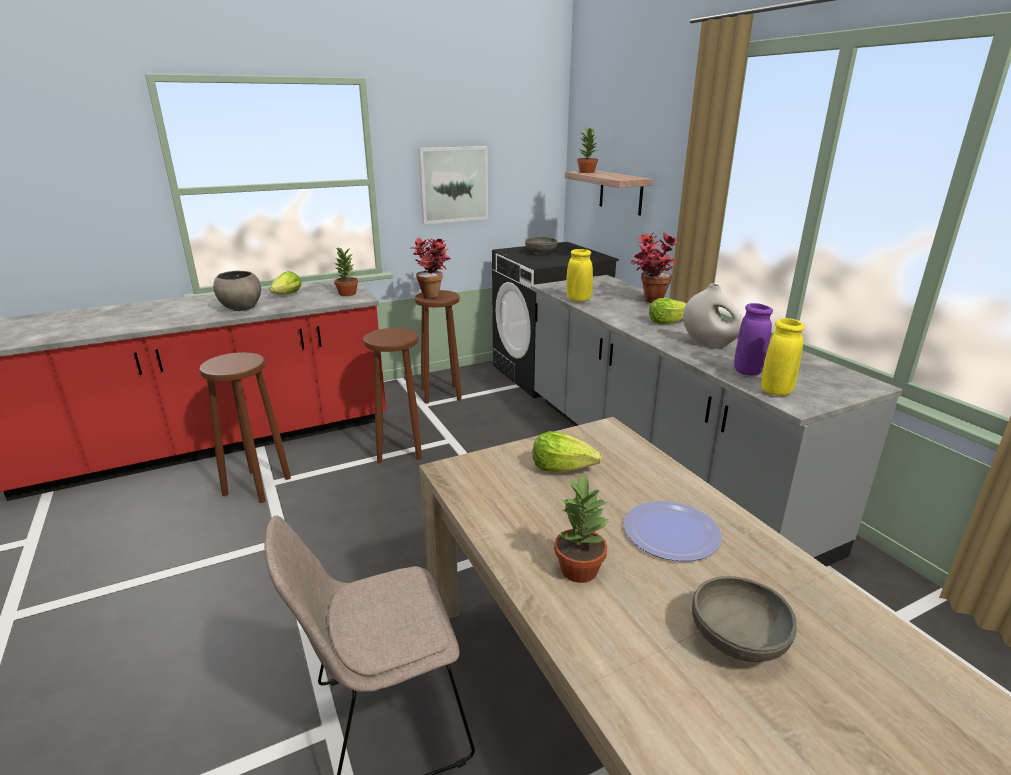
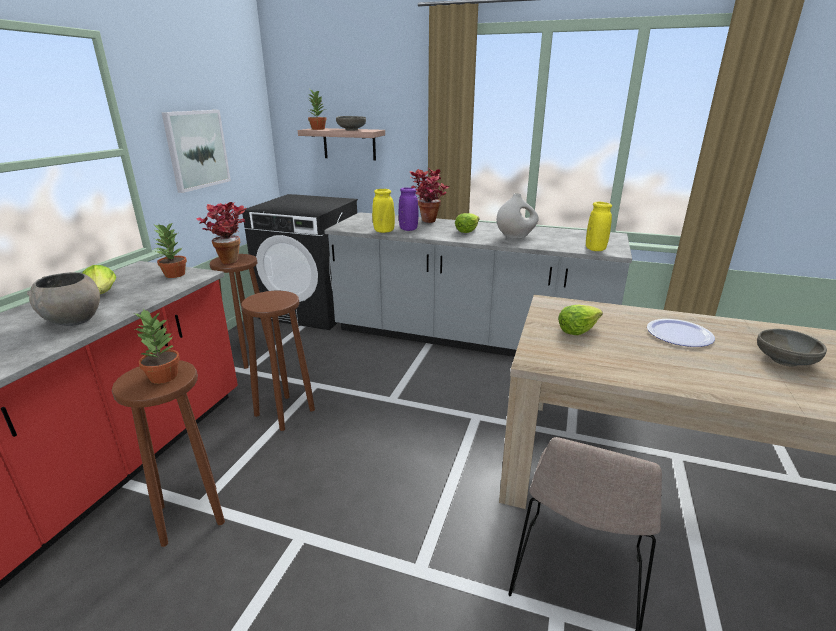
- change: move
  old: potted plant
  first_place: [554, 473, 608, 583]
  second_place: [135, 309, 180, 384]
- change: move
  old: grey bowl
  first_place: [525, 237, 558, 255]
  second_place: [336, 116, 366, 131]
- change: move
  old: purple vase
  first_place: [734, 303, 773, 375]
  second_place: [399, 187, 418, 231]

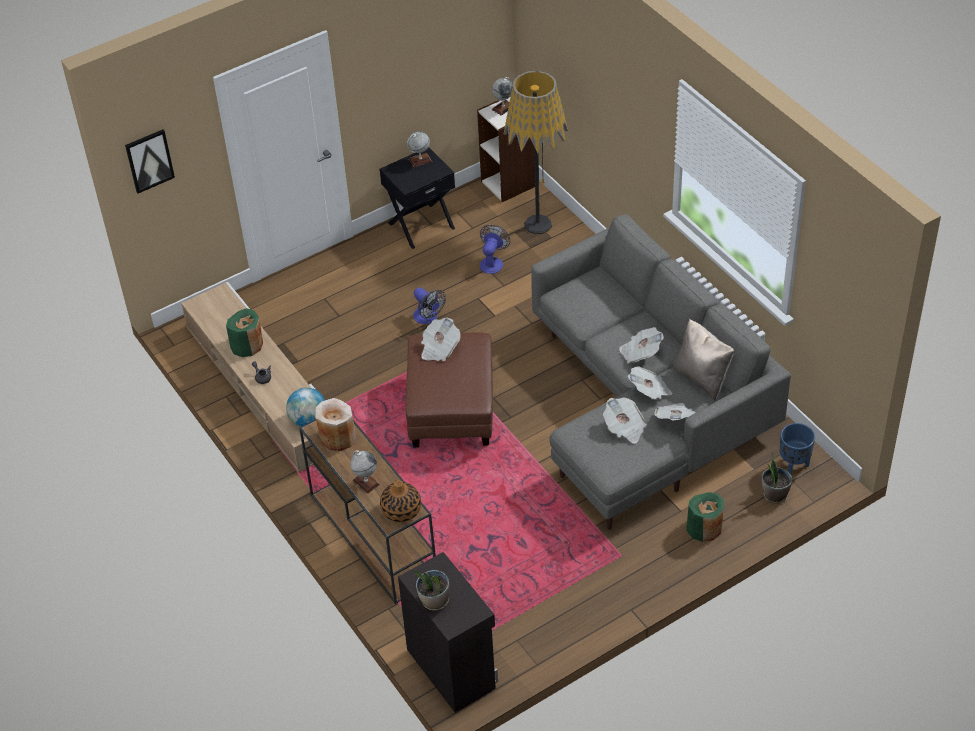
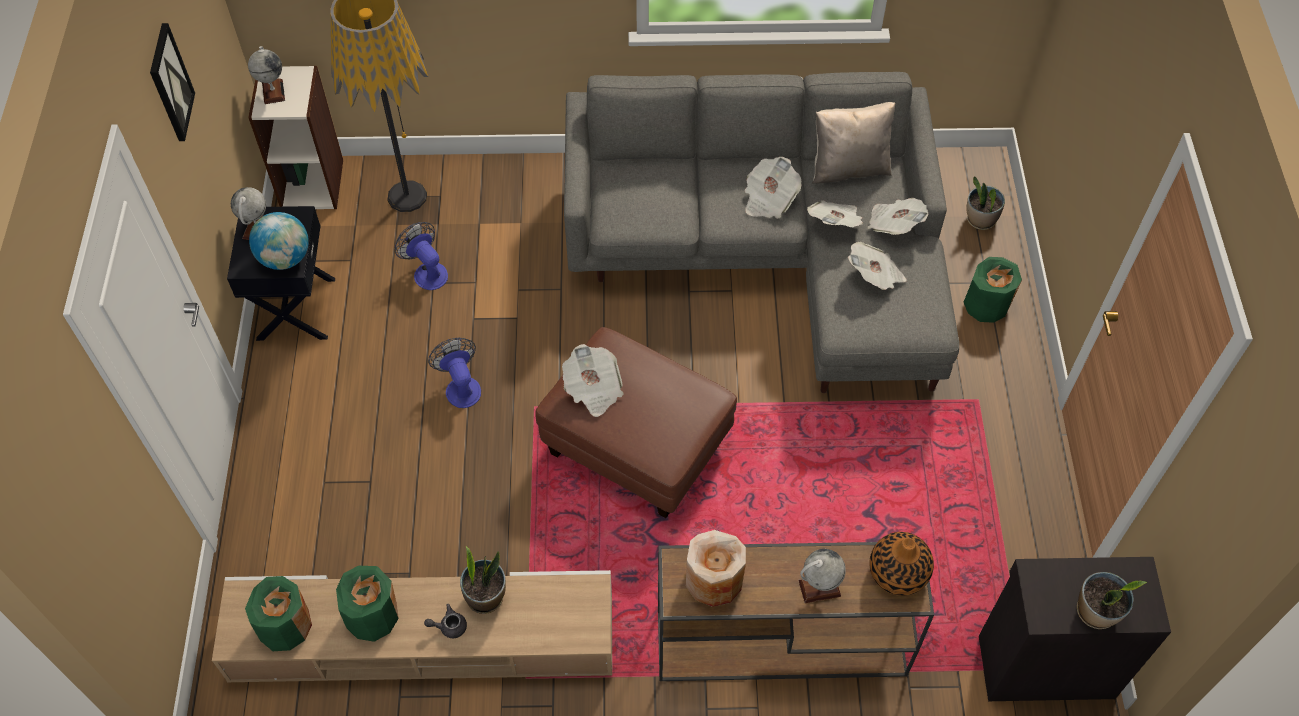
- change: move
  old: wall art
  first_place: [125, 129, 175, 193]
  second_place: [150, 23, 195, 141]
- change: insert
  new: green vase
  second_place: [245, 576, 312, 651]
- change: move
  old: world globe
  first_place: [286, 387, 325, 427]
  second_place: [249, 212, 309, 270]
- change: rotate
  old: electric fan
  first_place: [413, 288, 446, 324]
  second_place: [428, 337, 481, 408]
  degrees: -105
- change: insert
  new: potted plant
  second_place: [460, 546, 506, 614]
- change: delete
  old: bluish planter
  first_place: [780, 423, 815, 474]

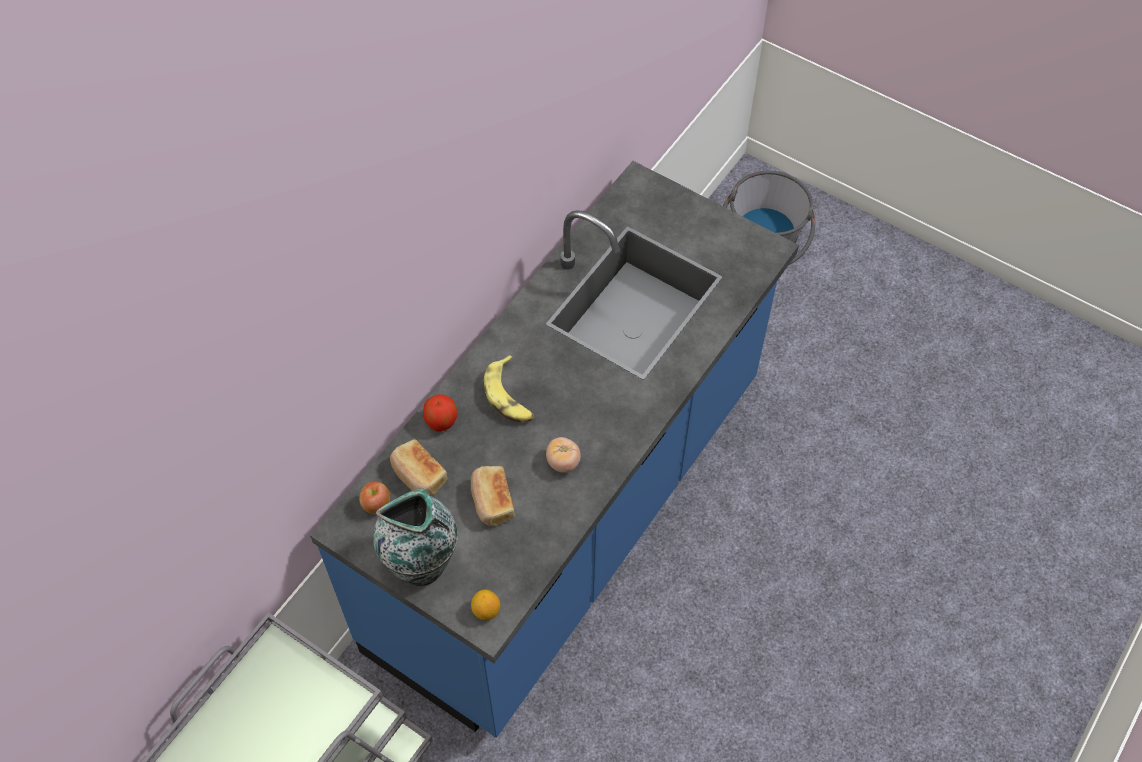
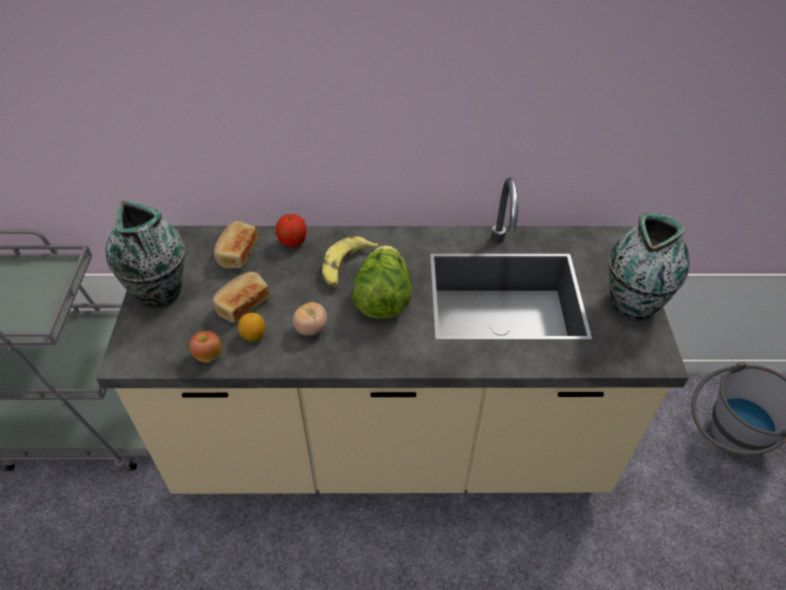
- change: recolor
  old: bluish kitchen base unit
  new: beige-coloured kitchen base unit
  first_place: [310, 161, 799, 738]
  second_place: [96, 178, 689, 494]
- change: move
  old: whole apple
  first_place: [359, 482, 390, 514]
  second_place: [189, 331, 222, 363]
- change: move
  old: citrus fruit
  first_place: [471, 590, 500, 621]
  second_place: [238, 313, 265, 341]
- change: insert
  new: head of lettuce
  second_place: [352, 245, 412, 319]
- change: insert
  new: vase
  second_place: [609, 213, 690, 321]

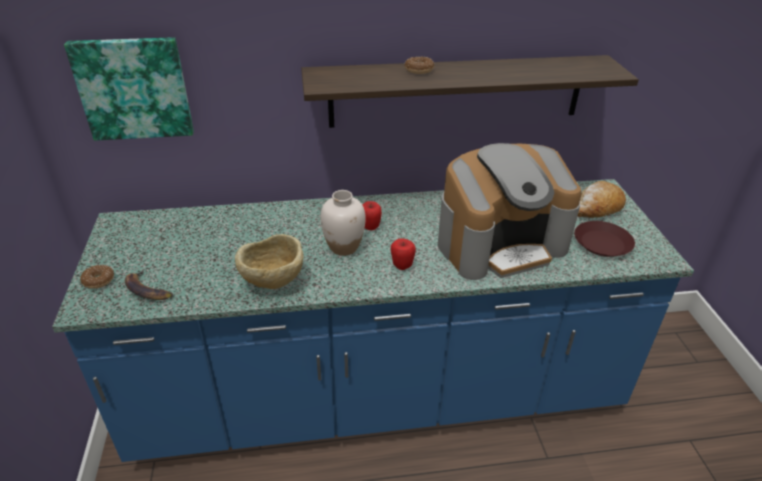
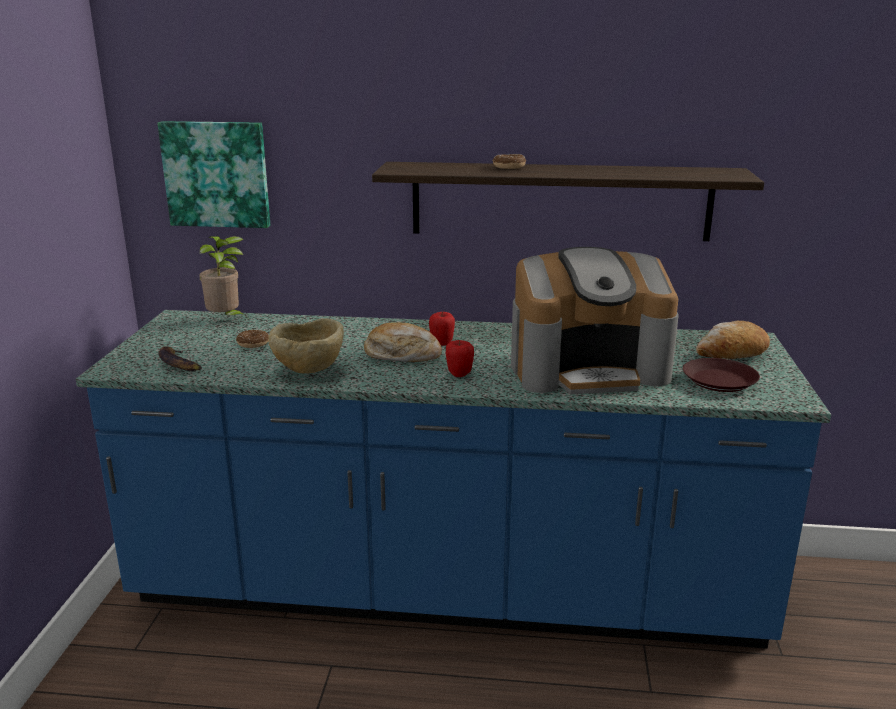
- change: insert
  new: potted plant
  second_place: [199, 236, 247, 317]
- change: move
  old: doughnut
  first_place: [80, 265, 114, 289]
  second_place: [236, 330, 269, 348]
- change: replace
  old: whitish vase
  new: bread
  first_place: [320, 190, 365, 256]
  second_place: [364, 322, 442, 362]

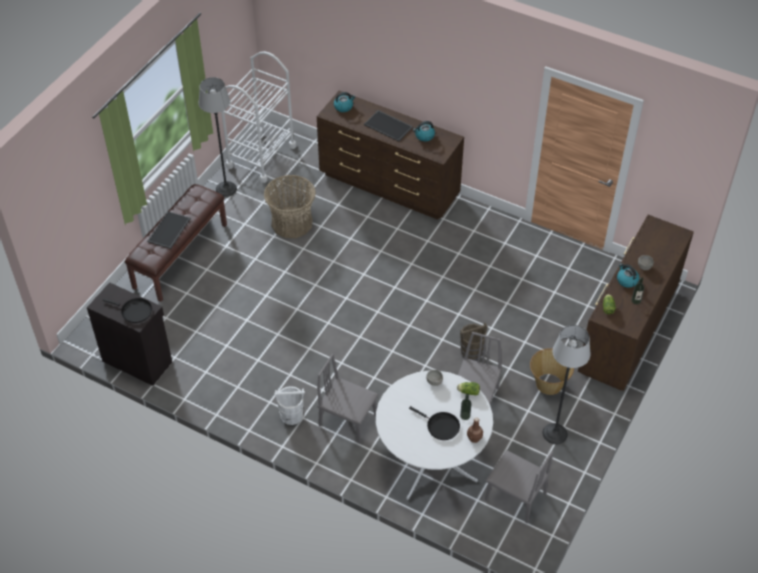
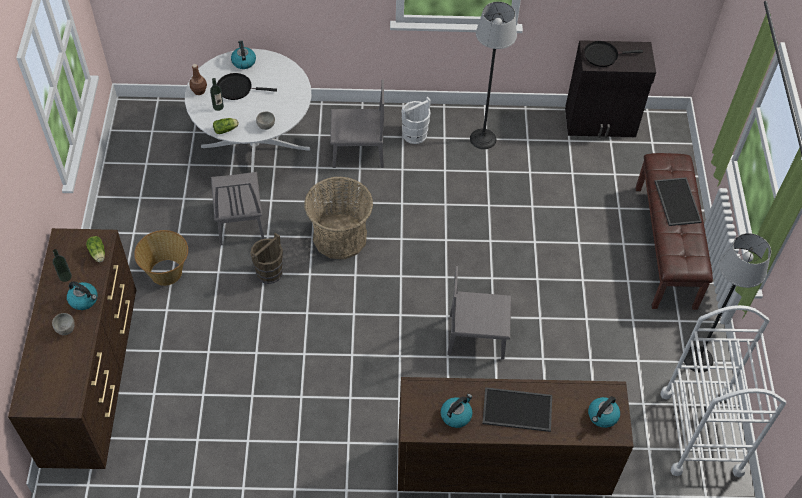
- change: insert
  new: kettle
  second_place: [231, 41, 256, 69]
- change: move
  old: storage basket
  first_place: [264, 175, 316, 238]
  second_place: [304, 177, 373, 259]
- change: move
  old: grey chair
  first_place: [485, 450, 553, 523]
  second_place: [447, 266, 511, 360]
- change: move
  old: standard lamp
  first_place: [542, 325, 590, 444]
  second_place: [470, 2, 517, 149]

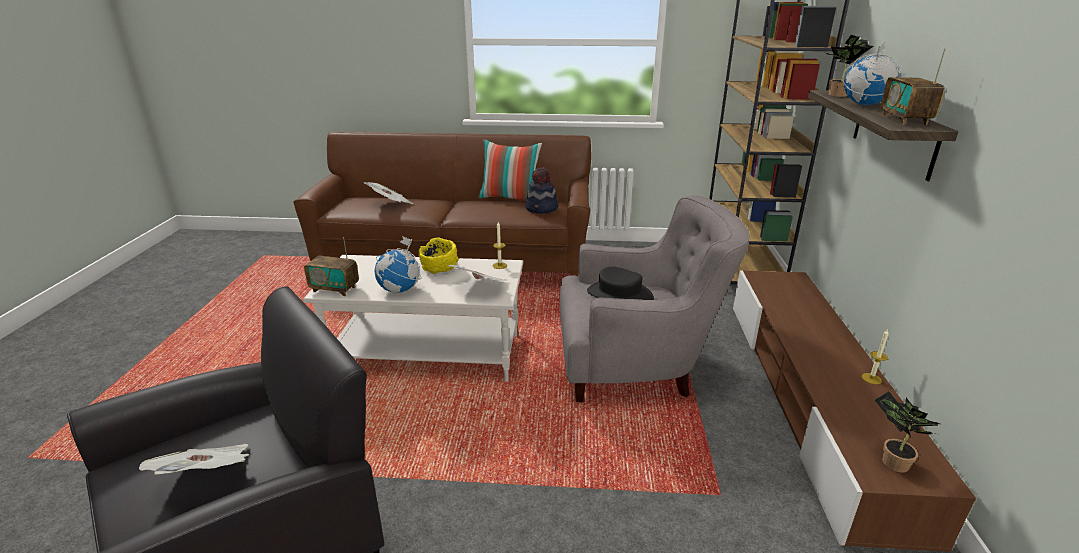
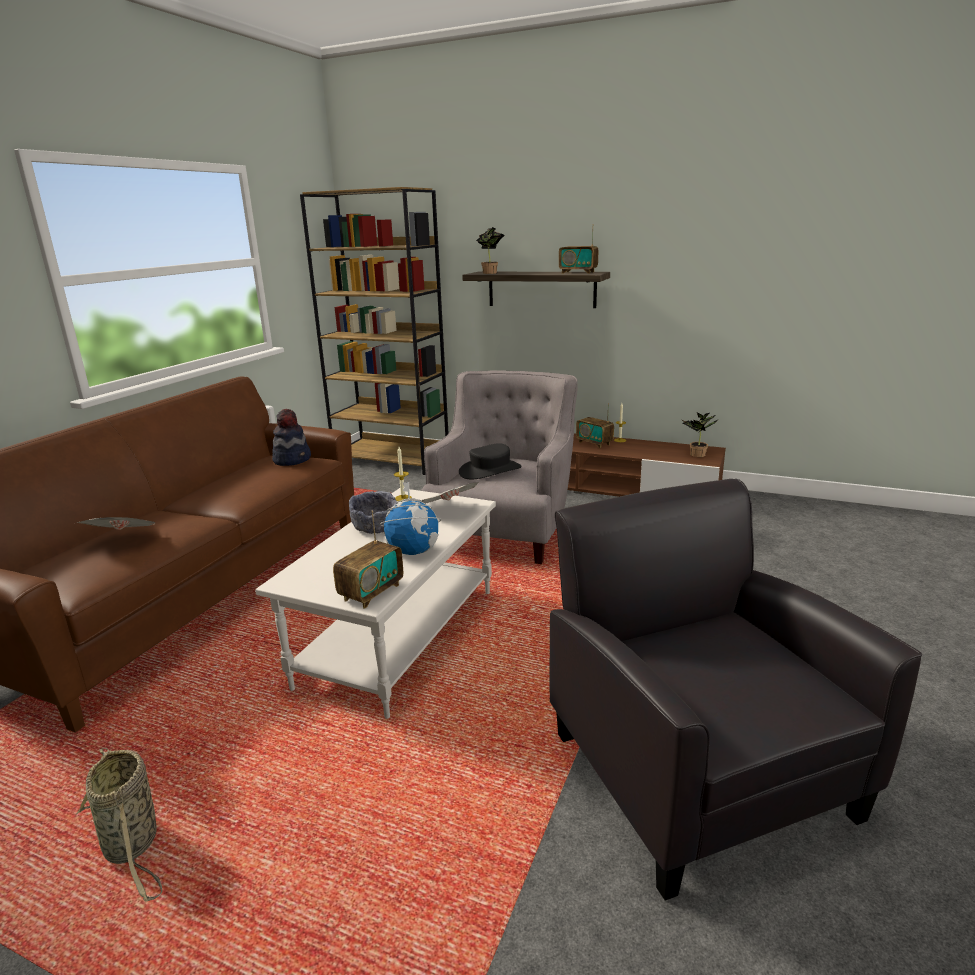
- change: insert
  new: storage basket
  second_place: [76, 748, 163, 901]
- change: recolor
  old: yellow-coloured bowl
  new: grey bowl
  first_place: [419, 238, 459, 274]
  second_place: [349, 491, 397, 534]
- change: insert
  new: radio set
  second_place: [576, 403, 614, 448]
- change: delete
  old: daily paper
  first_place: [139, 444, 250, 475]
- change: delete
  old: throw pillow
  first_place: [478, 139, 542, 202]
- change: delete
  old: world globe
  first_place: [842, 40, 903, 105]

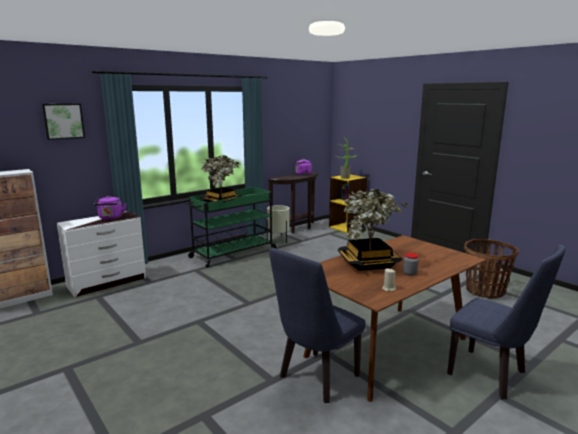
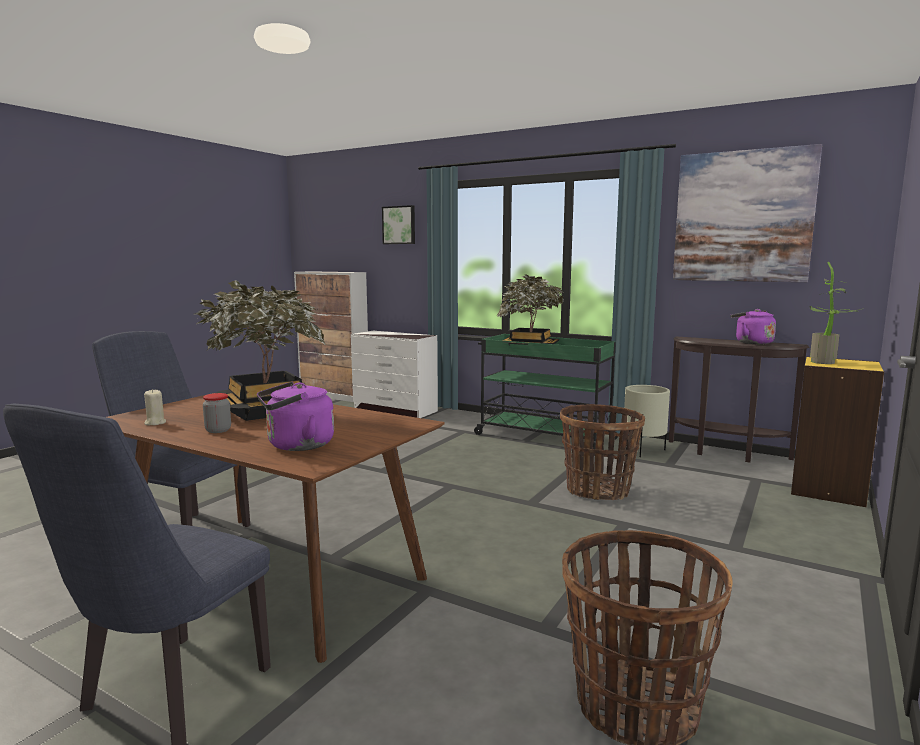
- change: move
  old: purple kettle
  first_place: [94, 196, 127, 220]
  second_place: [257, 382, 334, 451]
- change: insert
  new: storage basket
  second_place: [560, 404, 645, 500]
- change: insert
  new: wall art
  second_place: [673, 144, 822, 282]

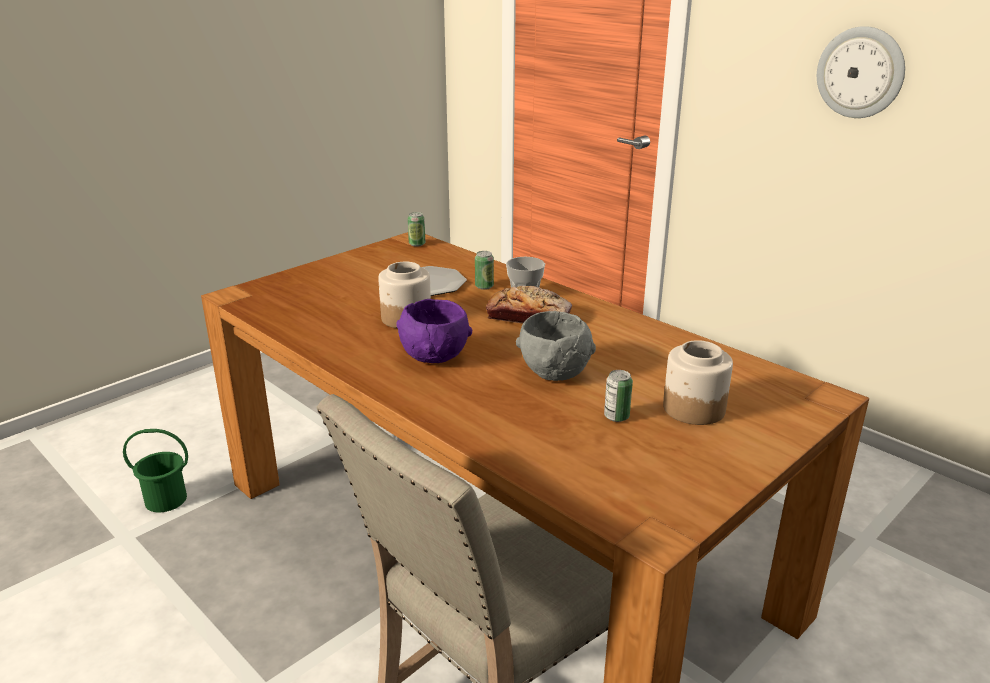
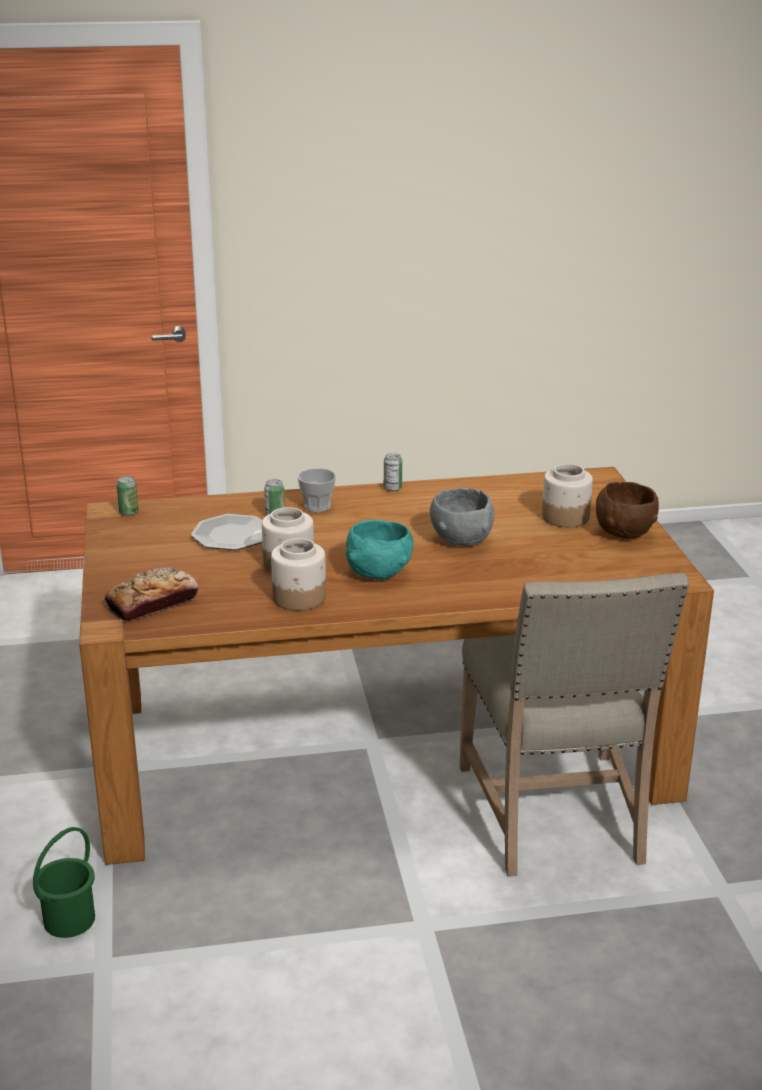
- change: move
  old: bread
  first_place: [486, 286, 572, 324]
  second_place: [105, 567, 199, 622]
- change: insert
  new: preserve jar
  second_place: [271, 538, 326, 611]
- change: recolor
  old: purple bowl
  new: turquoise bowl
  first_place: [397, 299, 472, 363]
  second_place: [346, 520, 414, 580]
- change: move
  old: can
  first_place: [604, 370, 633, 422]
  second_place: [384, 453, 402, 491]
- change: insert
  new: brownish bowl
  second_place: [596, 482, 659, 539]
- change: delete
  old: clock on the wall
  first_place: [817, 26, 905, 118]

